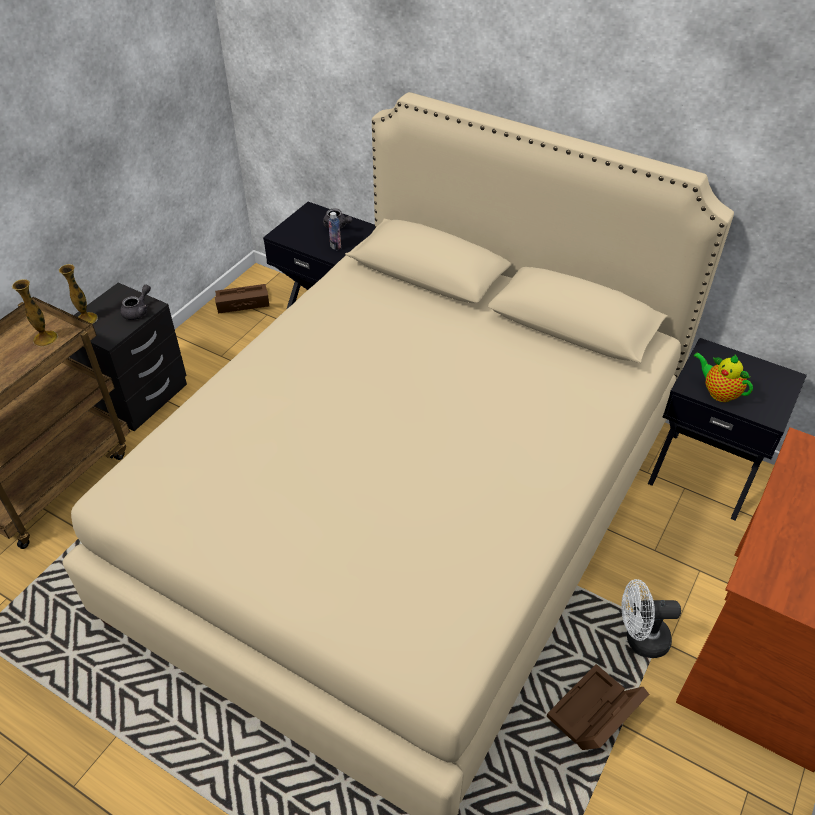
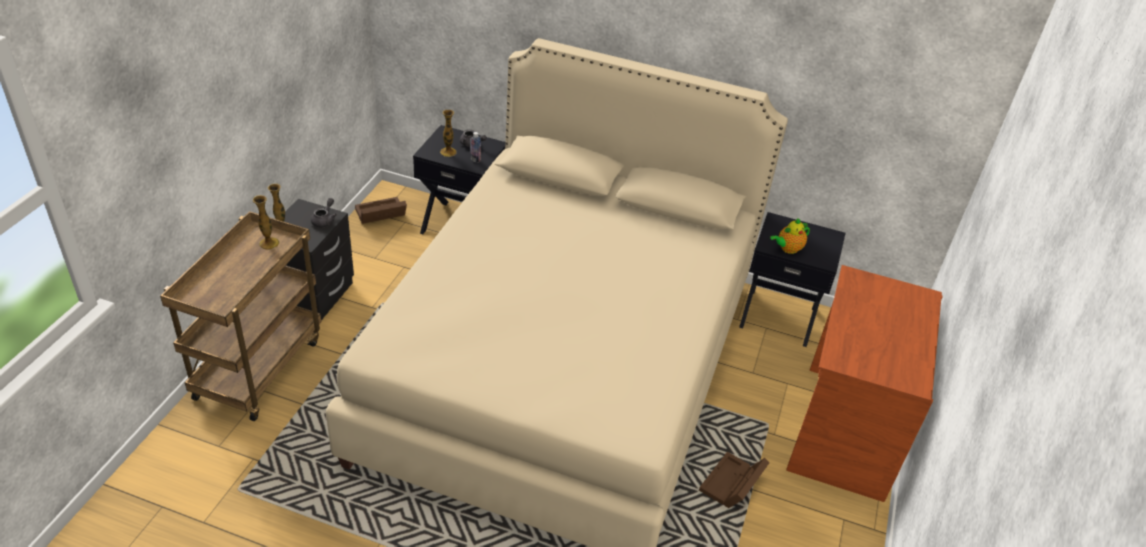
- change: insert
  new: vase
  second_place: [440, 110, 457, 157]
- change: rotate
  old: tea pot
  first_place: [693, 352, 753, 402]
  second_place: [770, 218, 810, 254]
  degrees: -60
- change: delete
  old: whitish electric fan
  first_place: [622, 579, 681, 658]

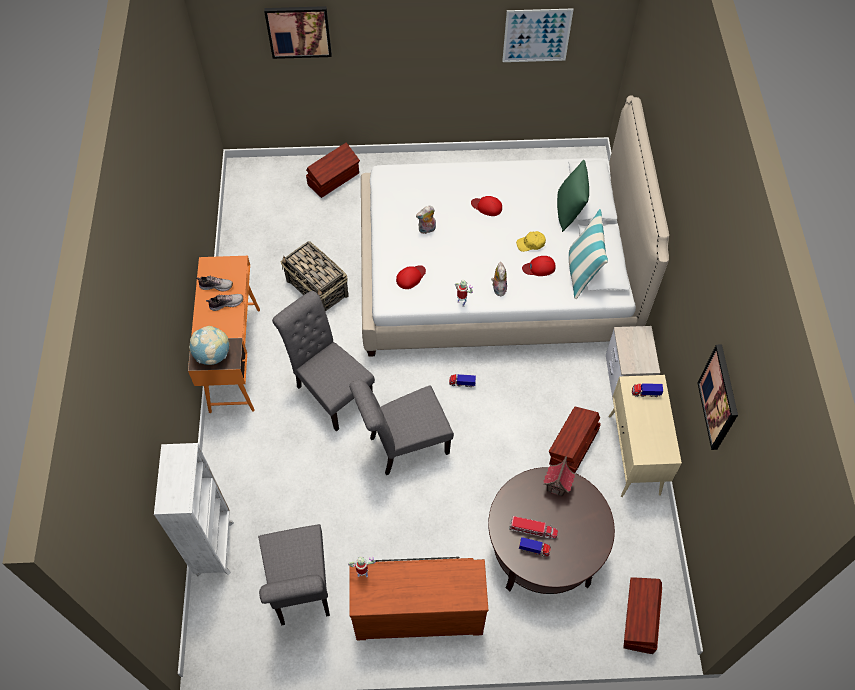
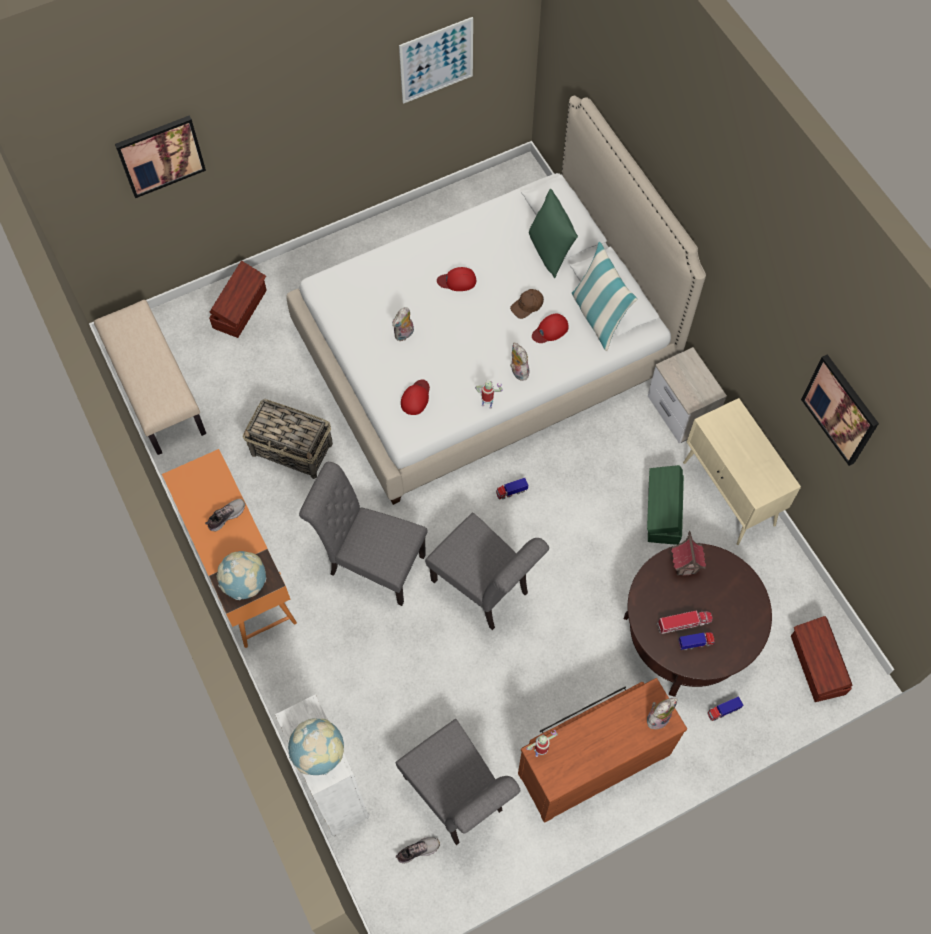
- change: insert
  new: beige-coloured indoor bench
  second_place: [94, 300, 206, 455]
- change: insert
  new: world globe
  second_place: [288, 718, 344, 775]
- change: move
  old: item of footwear
  first_place: [196, 276, 233, 291]
  second_place: [396, 837, 440, 864]
- change: rotate
  old: grey chair
  first_place: [349, 379, 454, 475]
  second_place: [425, 512, 549, 630]
  degrees: -90
- change: recolor
  old: yellow-coloured baseball cap
  new: brownish baseball cap
  first_place: [516, 231, 546, 252]
  second_place: [510, 289, 544, 319]
- change: recolor
  old: brownish storage bin
  new: green storage bin
  first_place: [549, 406, 601, 473]
  second_place: [647, 465, 684, 545]
- change: insert
  new: cuddly toy
  second_place: [647, 698, 678, 729]
- change: move
  old: toy lorry
  first_place: [632, 383, 663, 397]
  second_place: [707, 696, 743, 721]

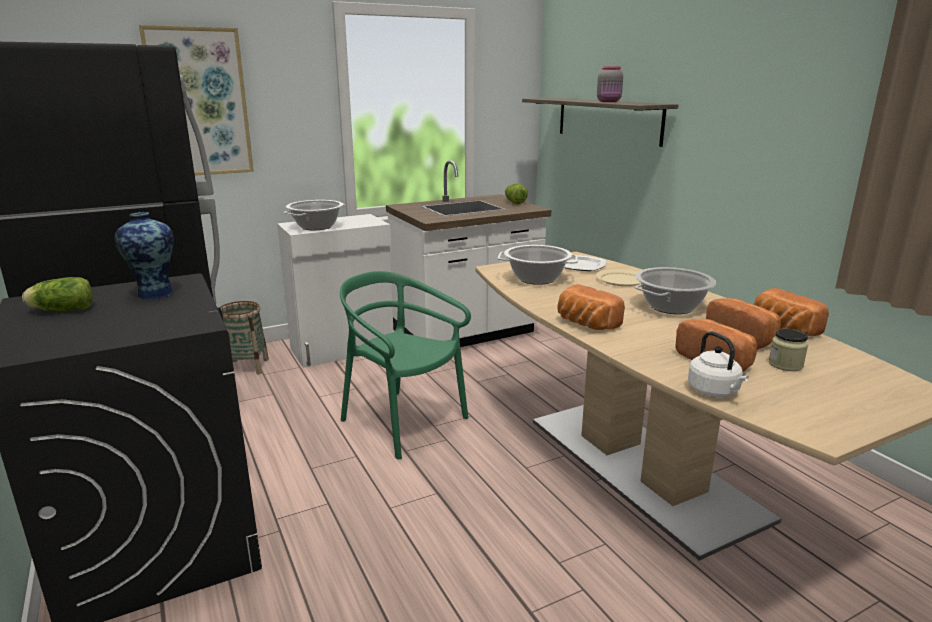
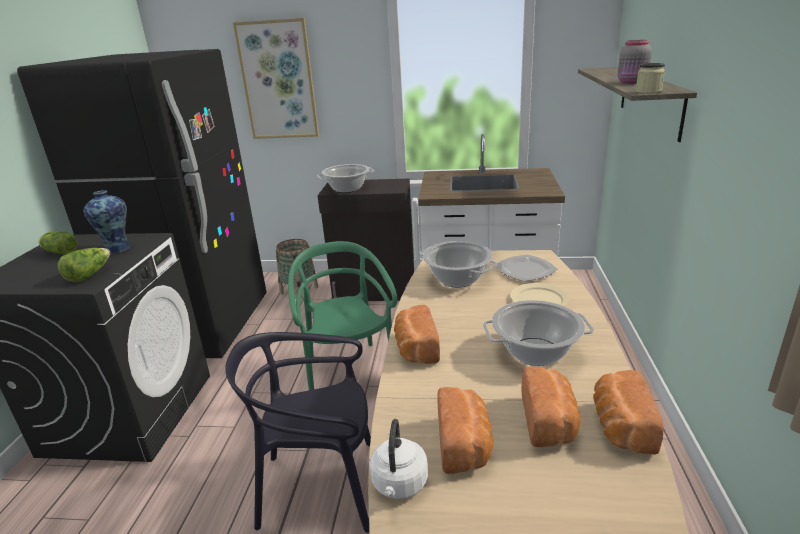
- change: move
  old: head of lettuce
  first_place: [505, 184, 528, 204]
  second_place: [58, 248, 110, 282]
- change: insert
  new: black-coloured chair
  second_place: [225, 332, 371, 533]
- change: recolor
  old: whitish cupboard
  new: black-coloured cupboard
  first_place: [277, 214, 393, 368]
  second_place: [317, 178, 414, 301]
- change: move
  old: preserve jar
  first_place: [769, 329, 808, 371]
  second_place: [636, 63, 665, 93]

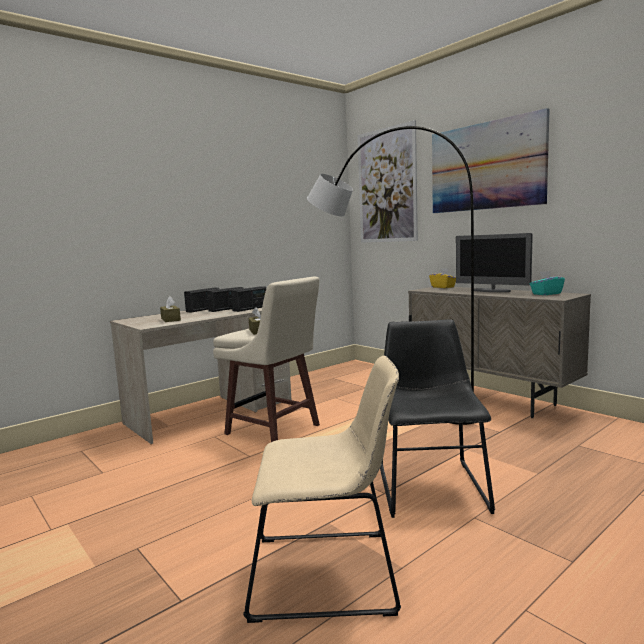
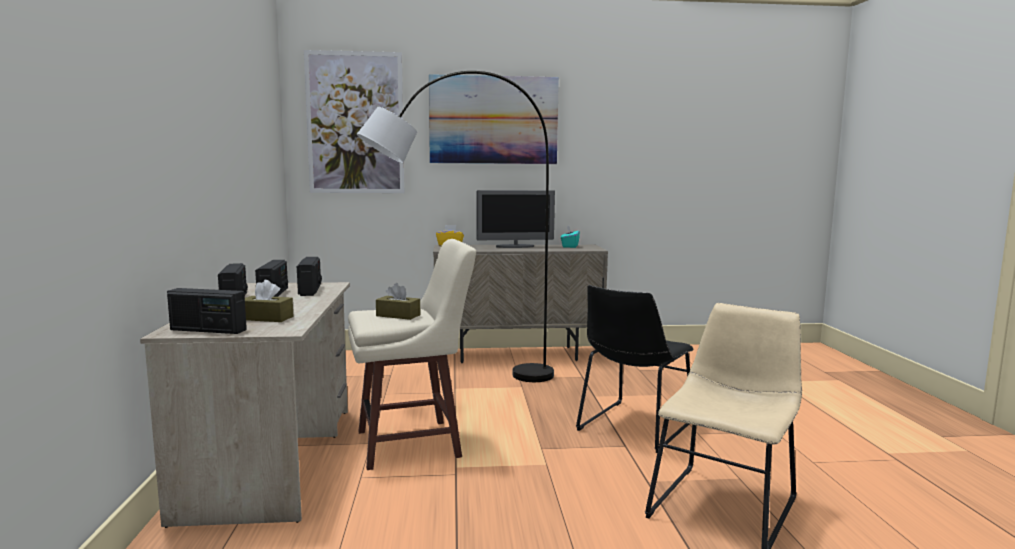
- change: insert
  new: radio set
  second_place: [167, 288, 246, 334]
- change: rotate
  old: black-coloured chair
  first_place: [380, 319, 495, 518]
  second_place: [576, 285, 694, 453]
  degrees: -90

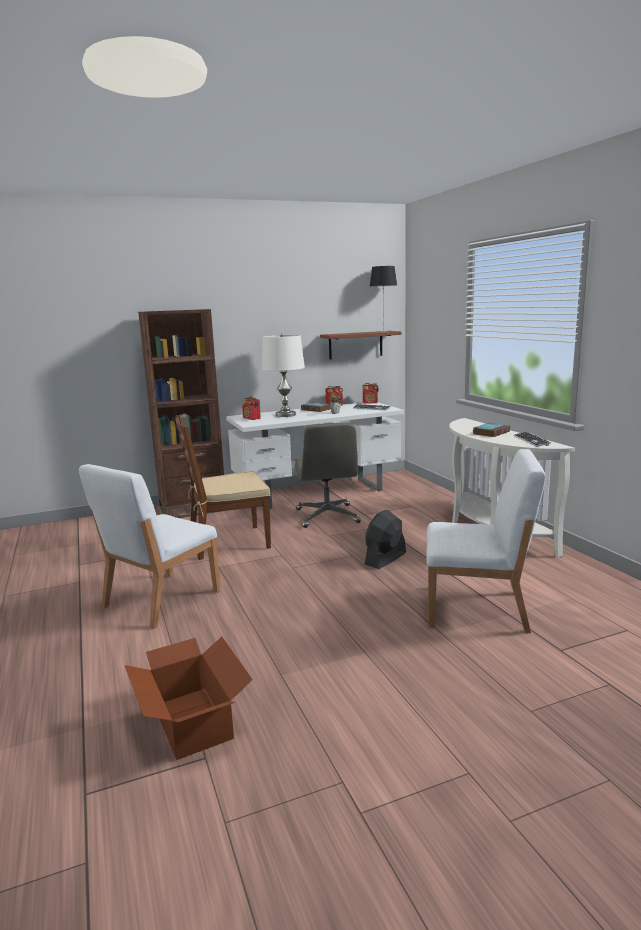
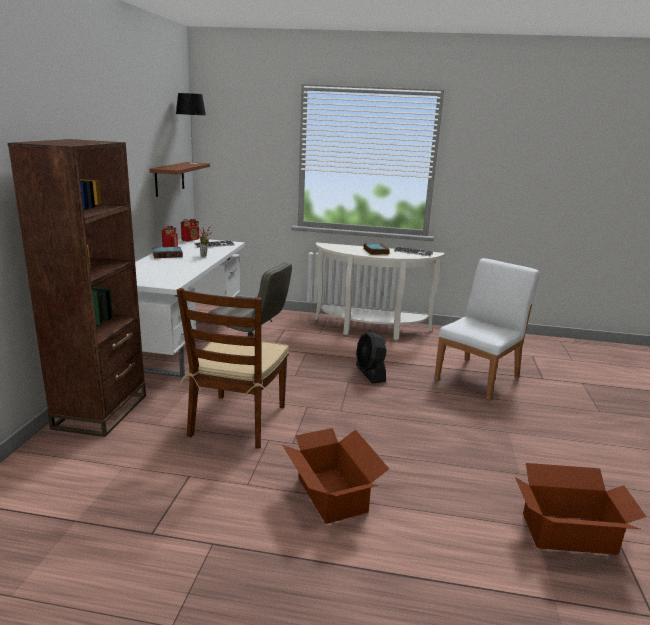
- change: replace
  old: whitish chair
  new: cardboard box
  first_place: [79, 464, 220, 629]
  second_place: [282, 428, 389, 524]
- change: delete
  old: radio set
  first_place: [242, 396, 261, 420]
- change: delete
  old: whitish table lamp
  first_place: [262, 333, 305, 417]

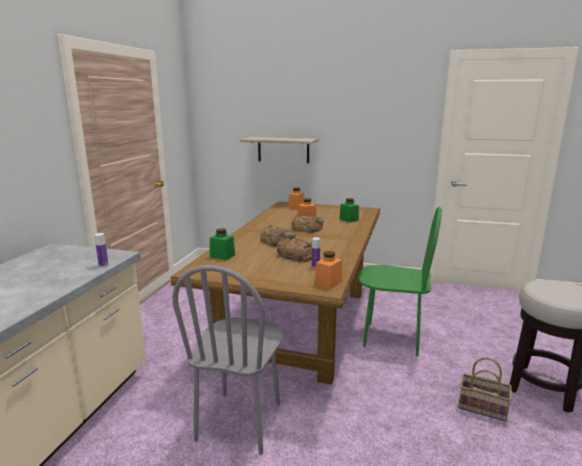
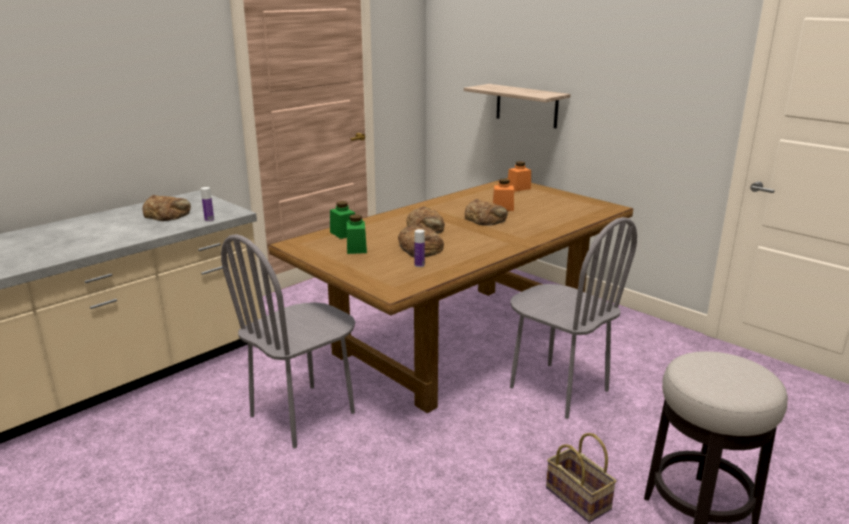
- change: insert
  new: bread
  second_place: [142, 195, 191, 221]
- change: move
  old: green preserve jar
  first_place: [339, 198, 359, 222]
  second_place: [347, 214, 367, 254]
- change: recolor
  old: green chair
  new: grey chair
  first_place: [358, 207, 442, 356]
  second_place: [510, 217, 637, 419]
- change: delete
  old: orange-coloured preserve jar
  first_place: [315, 251, 342, 289]

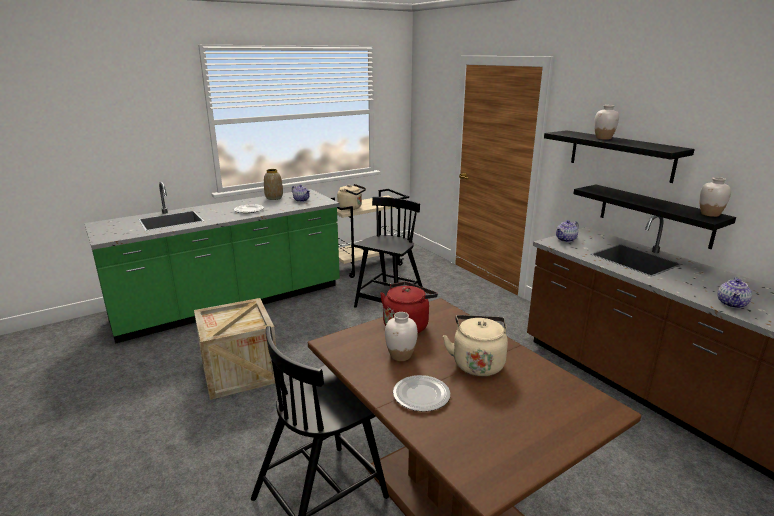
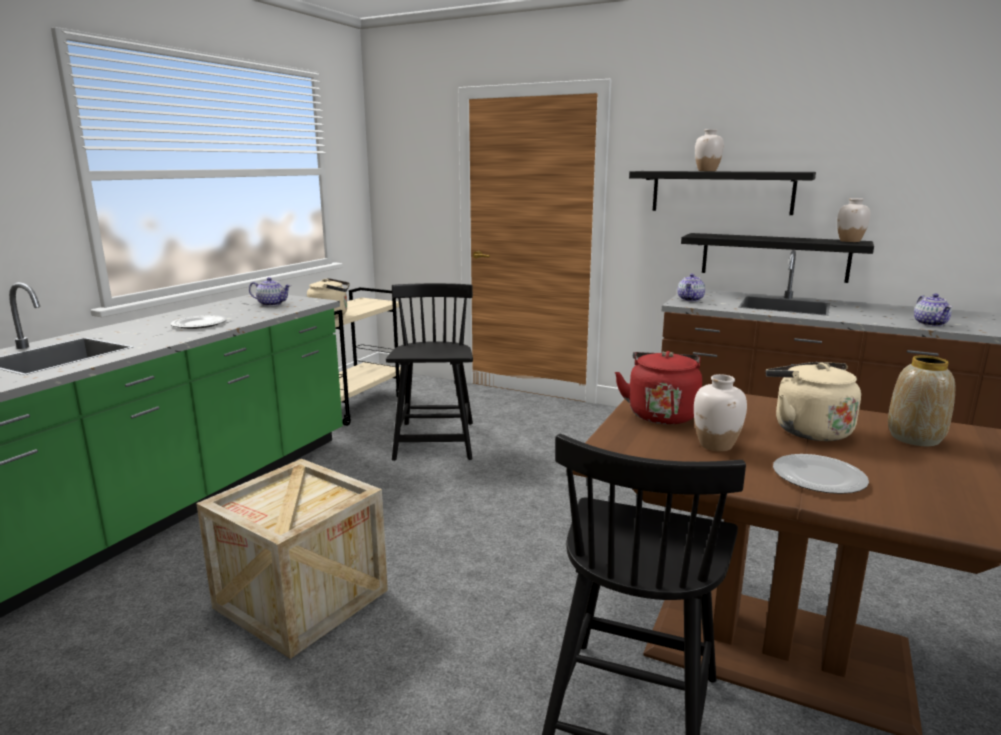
- change: move
  old: vase
  first_place: [264, 169, 283, 200]
  second_place: [888, 356, 955, 446]

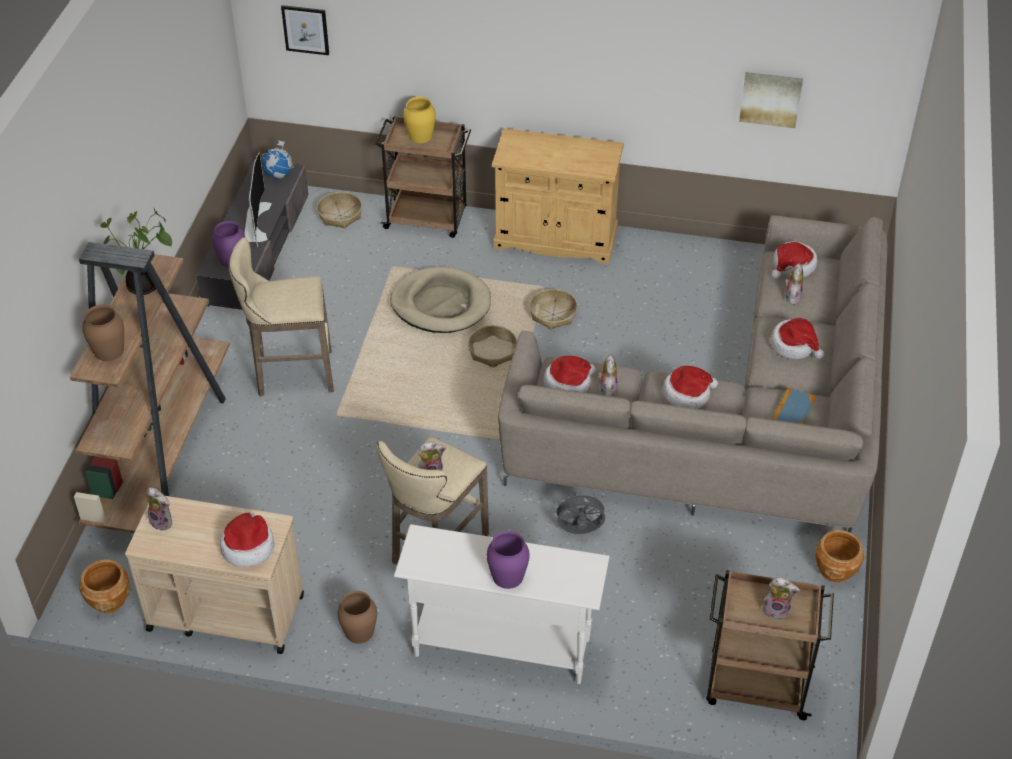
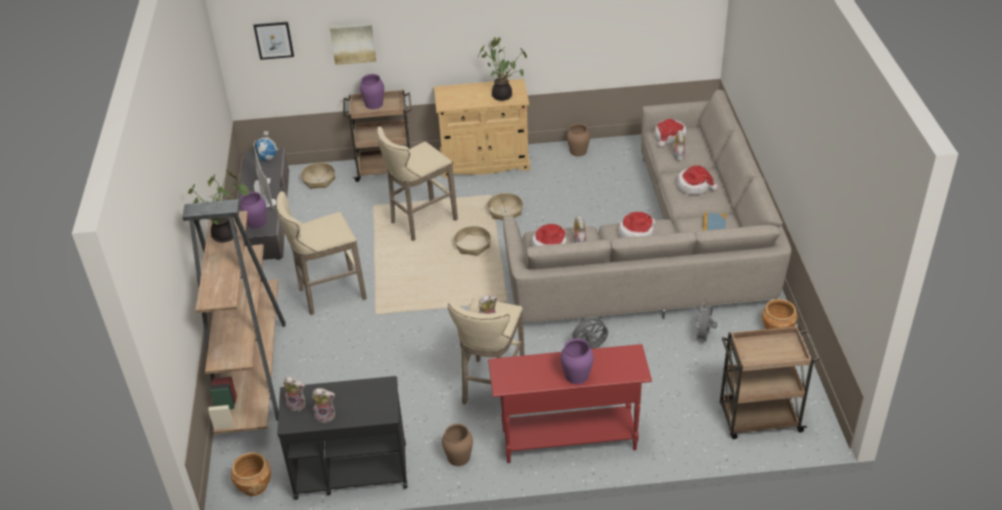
- change: recolor
  old: beige-coloured cart
  new: black-coloured cart
  first_place: [125, 496, 304, 654]
  second_place: [277, 376, 407, 500]
- change: move
  old: cuddly toy
  first_place: [762, 577, 800, 620]
  second_place: [312, 388, 335, 423]
- change: move
  old: wall art
  first_place: [739, 72, 803, 128]
  second_place: [330, 23, 376, 65]
- change: recolor
  old: yellow-coloured vase
  new: purple vase
  first_place: [404, 97, 436, 143]
  second_place: [360, 74, 384, 109]
- change: replace
  old: beige-coloured dog cushion
  new: beige-coloured sitting stool
  first_place: [390, 267, 491, 333]
  second_place: [376, 126, 458, 241]
- change: insert
  new: potted plant
  second_place: [478, 37, 527, 101]
- change: recolor
  old: whitish hall table
  new: reddish hall table
  first_place: [394, 524, 610, 684]
  second_place: [488, 344, 652, 463]
- change: move
  old: brownish vase
  first_place: [82, 305, 124, 361]
  second_place: [567, 123, 590, 157]
- change: insert
  new: grey electric fan
  second_place: [695, 303, 717, 342]
- change: delete
  old: clothing hat
  first_place: [220, 513, 274, 567]

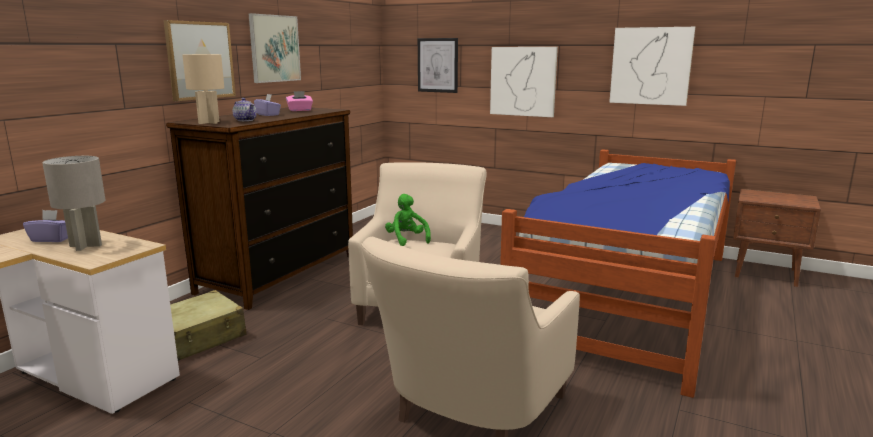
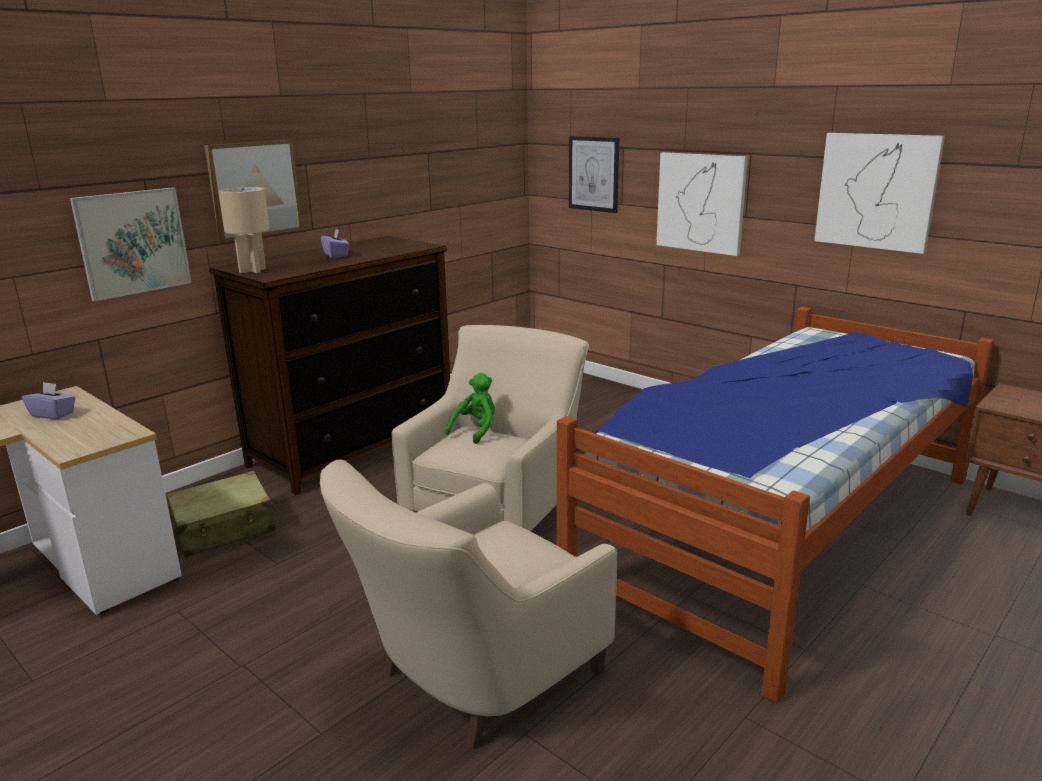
- change: move
  old: wall art
  first_place: [248, 13, 301, 83]
  second_place: [70, 187, 192, 302]
- change: rotate
  old: green cuddly toy
  first_place: [385, 194, 431, 246]
  second_place: [445, 373, 495, 444]
  degrees: 45
- change: delete
  old: grey table lamp
  first_place: [42, 156, 105, 251]
- change: delete
  old: tea pot
  first_place: [233, 98, 257, 121]
- change: delete
  old: pink box of tissues
  first_place: [286, 91, 313, 111]

